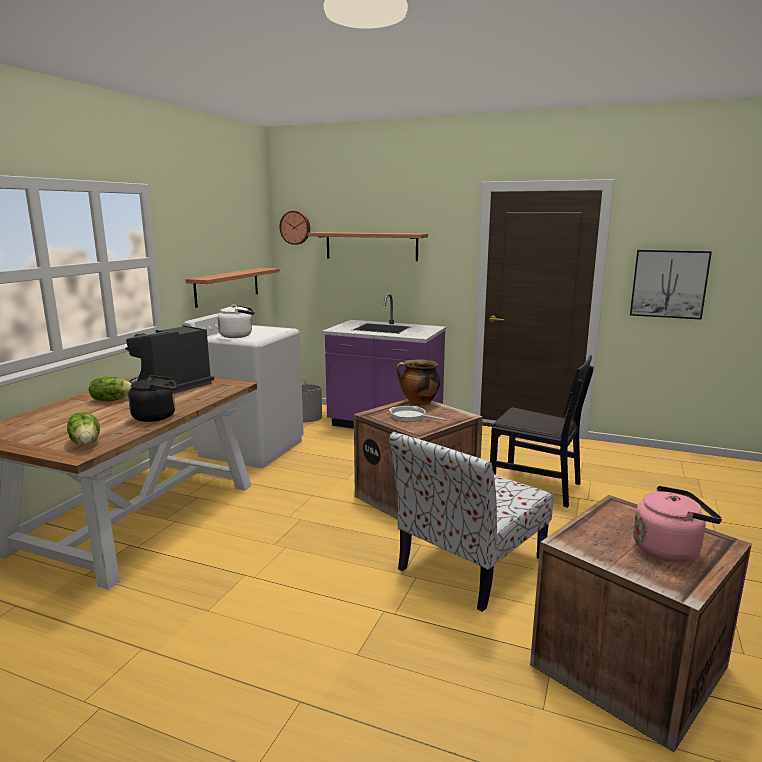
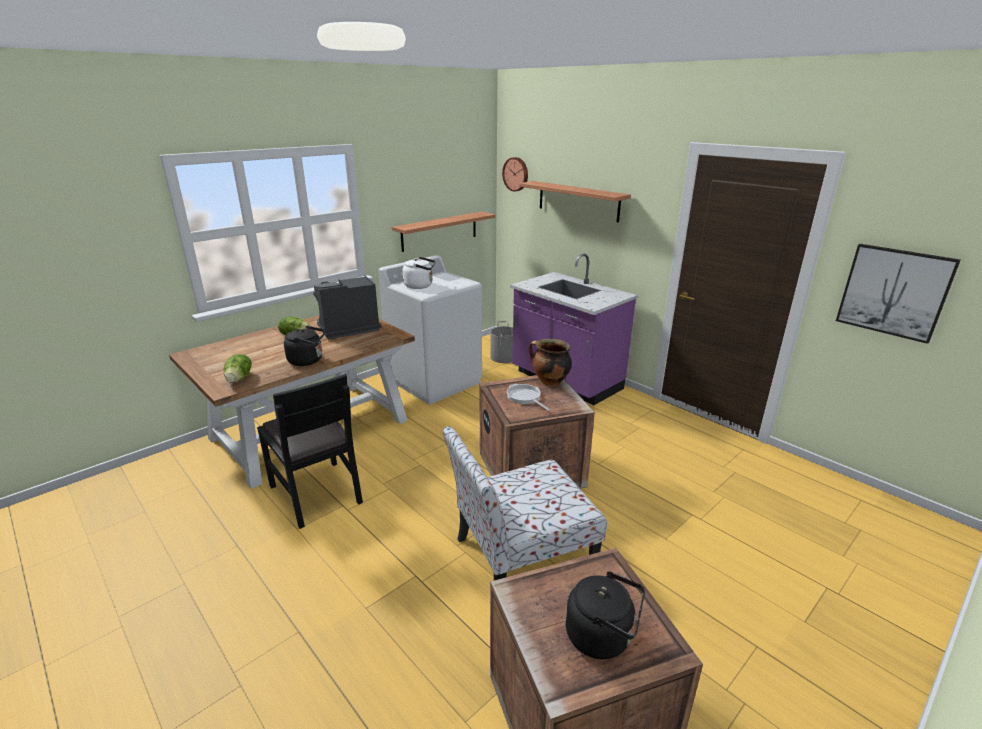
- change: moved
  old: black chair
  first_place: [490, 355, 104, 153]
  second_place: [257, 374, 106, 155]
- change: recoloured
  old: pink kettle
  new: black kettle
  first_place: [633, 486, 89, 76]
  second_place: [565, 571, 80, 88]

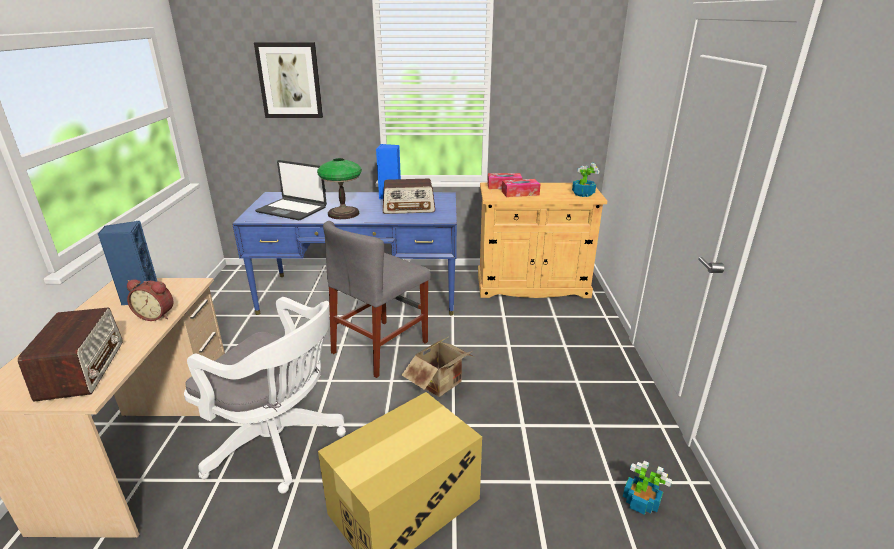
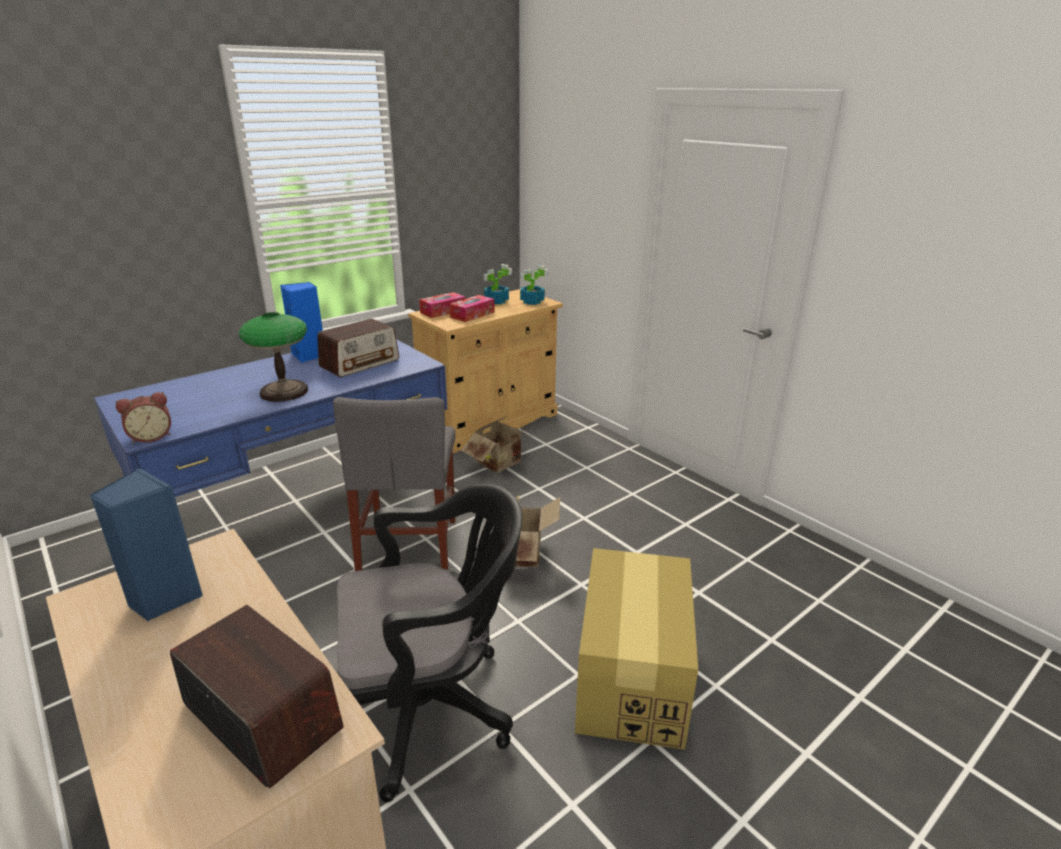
- change: moved
  old: alarm clock
  first_place: [127, 279, 47, 42]
  second_place: [116, 392, 55, 51]
- change: recoloured
  old: white office chair
  new: black office chair
  first_place: [184, 297, 162, 197]
  second_place: [337, 484, 185, 319]
- change: added
  new: cardboard box
  second_place: [461, 416, 71, 57]
- change: moved
  old: potted plant
  first_place: [623, 461, 49, 54]
  second_place: [484, 264, 28, 40]
- change: removed
  old: picture
  first_place: [254, 42, 69, 76]
- change: removed
  old: laptop
  first_place: [255, 160, 72, 60]

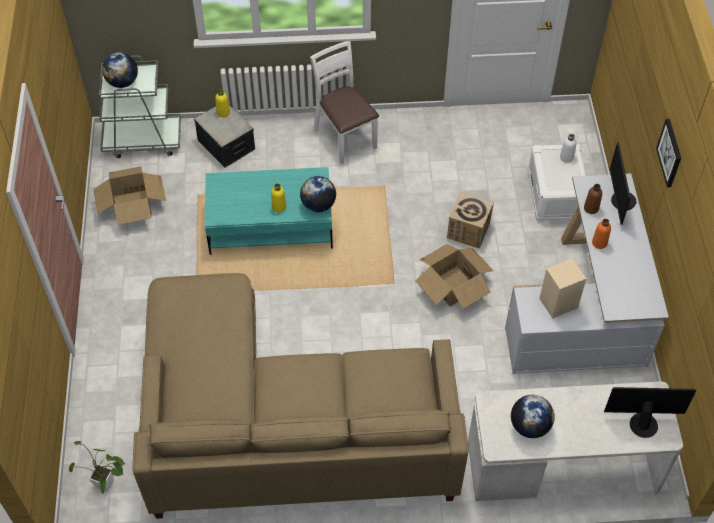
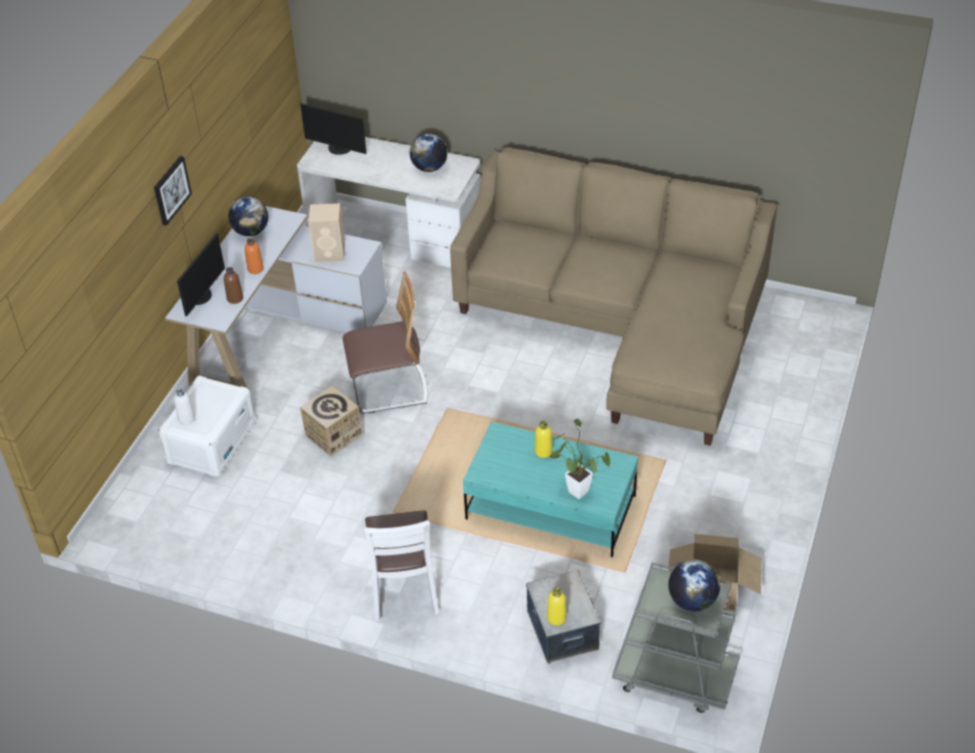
- change: moved
  old: globe
  first_place: [300, 176, 36, 36]
  second_place: [228, 197, 40, 39]
- change: replaced
  old: cardboard box
  new: chair
  first_place: [416, 244, 78, 65]
  second_place: [343, 271, 84, 142]
- change: moved
  old: potted plant
  first_place: [69, 441, 56, 53]
  second_place: [549, 418, 61, 81]

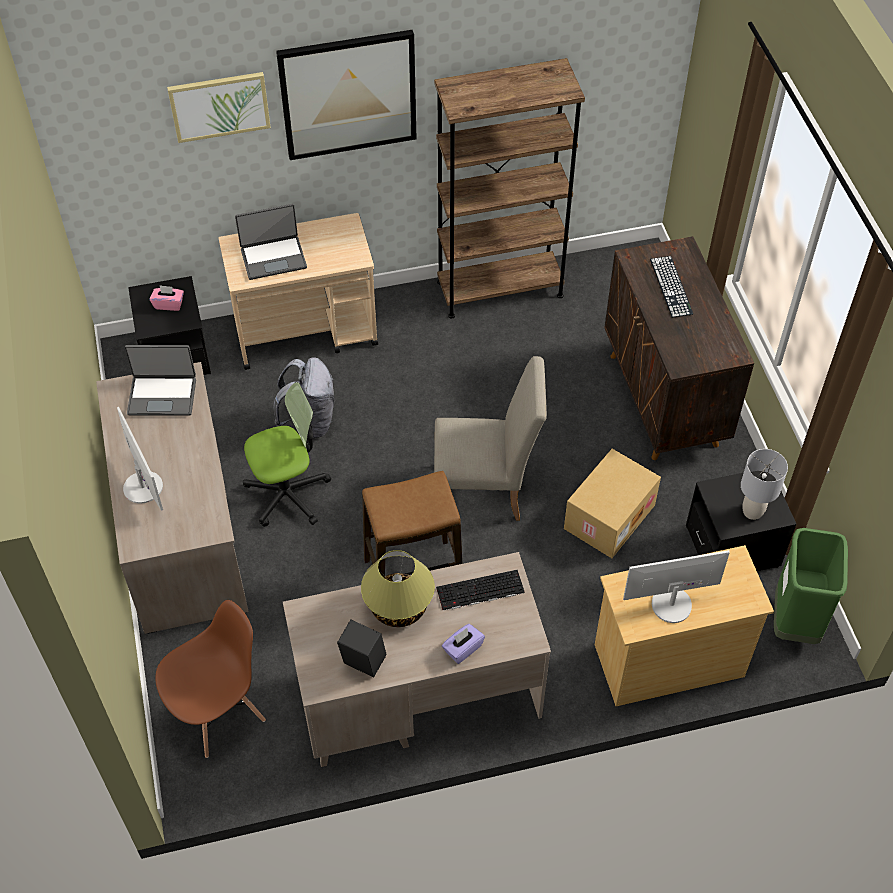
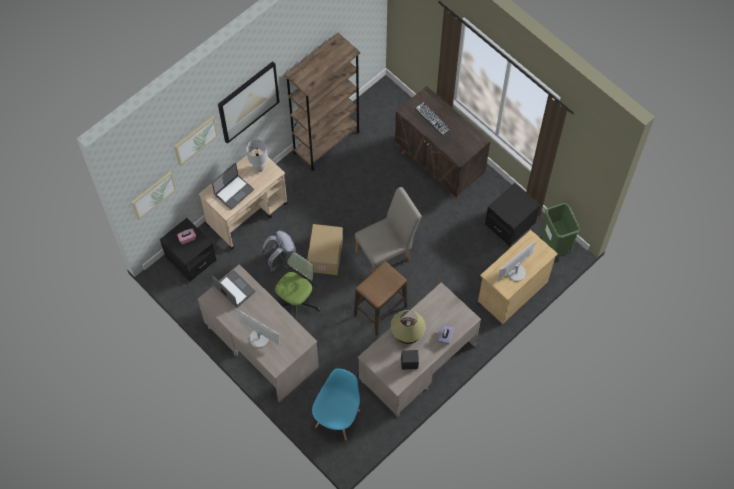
- change: added
  new: picture
  second_place: [131, 171, 45, 49]
- change: turned
  old: laptop
  first_place: [125, 345, 71, 71]
  second_place: [212, 270, 43, 37]
  degrees: -105
- change: moved
  old: grey table lamp
  first_place: [741, 449, 47, 71]
  second_place: [246, 139, 21, 33]
- change: moved
  old: cardboard box
  first_place: [564, 449, 97, 109]
  second_place: [307, 224, 36, 51]
- change: recoloured
  old: brown chair
  new: blue chair
  first_place: [156, 600, 110, 158]
  second_place: [312, 368, 48, 72]
- change: removed
  old: keyboard
  first_place: [436, 570, 89, 40]

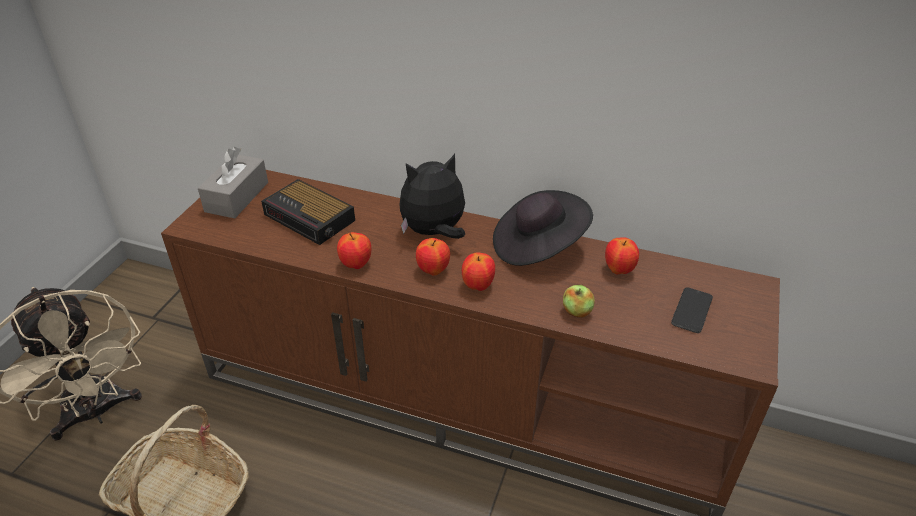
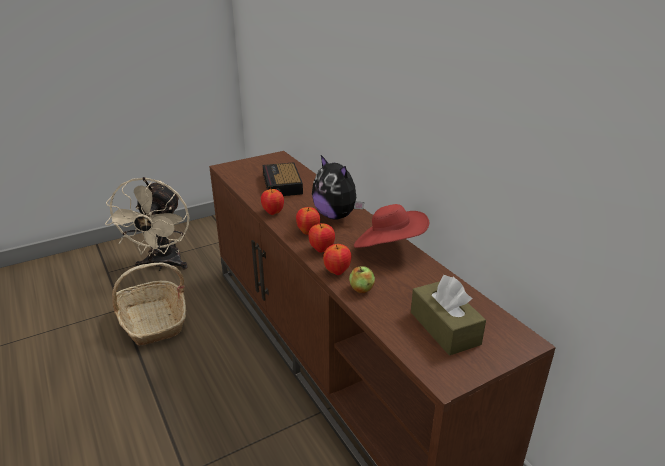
- change: turned
  old: plush toy
  first_place: [399, 154, 66, 85]
  second_place: [312, 155, 52, 65]
  degrees: -150
- change: moved
  old: apple
  first_place: [605, 237, 34, 37]
  second_place: [323, 244, 28, 31]
- change: recoloured
  old: black hat
  new: red hat
  first_place: [493, 190, 100, 76]
  second_place: [354, 204, 75, 44]
- change: replaced
  old: phone
  new: brown tissue box
  first_place: [671, 287, 42, 46]
  second_place: [411, 275, 75, 81]
- change: removed
  old: grey tissue box
  first_place: [198, 147, 70, 71]

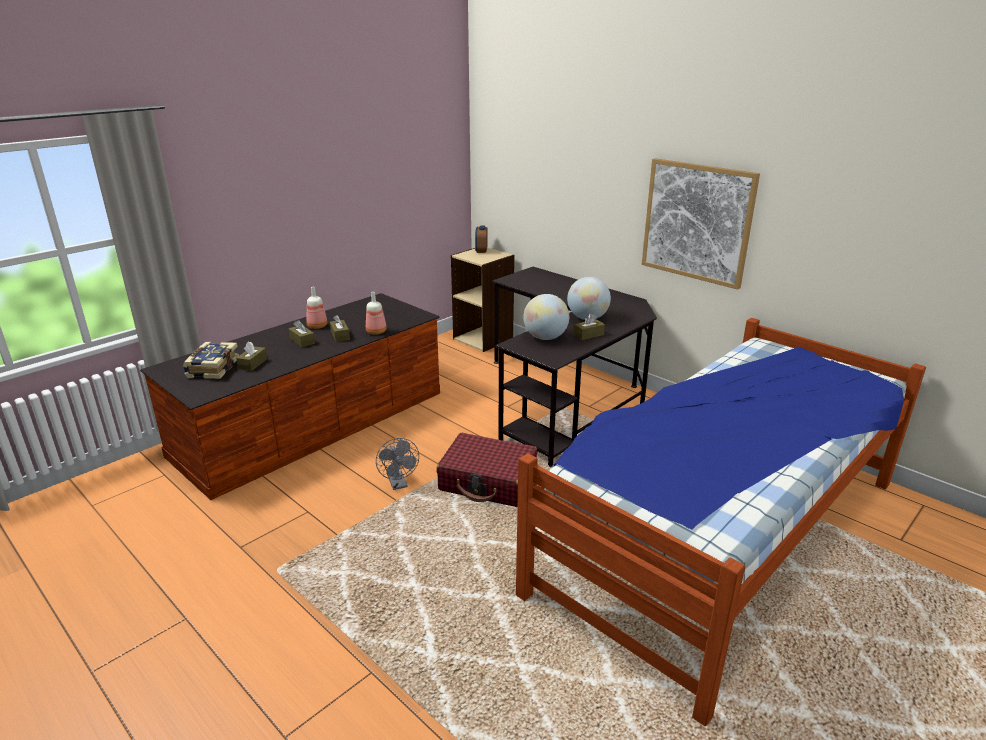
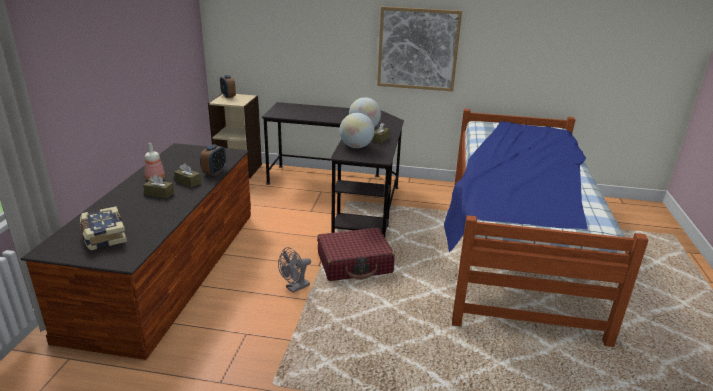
- change: replaced
  old: bottle
  new: alarm clock
  first_place: [366, 292, 21, 43]
  second_place: [200, 144, 26, 32]
- change: turned
  old: grey fan
  first_place: [376, 438, 43, 52]
  second_place: [278, 247, 33, 46]
  degrees: 105
- change: removed
  old: brown tissue box
  first_place: [236, 341, 31, 30]

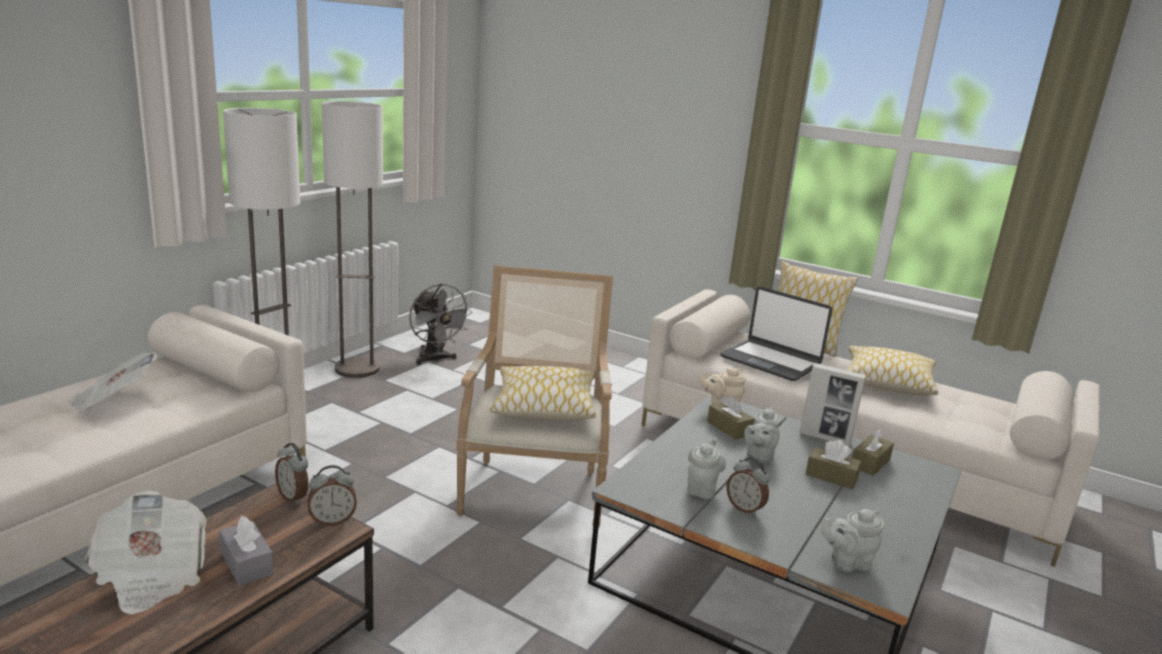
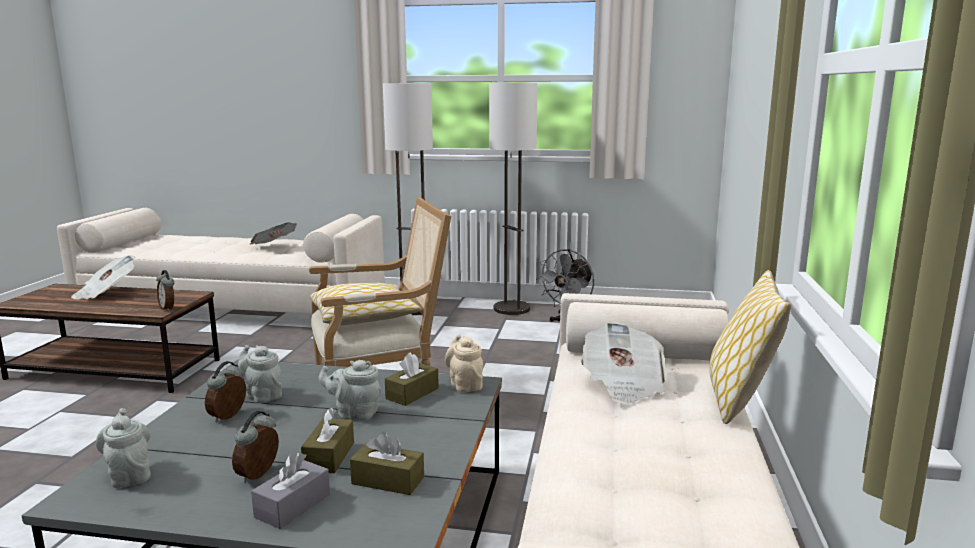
- change: moved
  old: alarm clock
  first_place: [275, 443, 33, 62]
  second_place: [232, 411, 47, 72]
- change: turned
  old: grey teapot
  first_place: [687, 438, 39, 61]
  second_place: [238, 345, 44, 58]
  degrees: -135
- change: moved
  old: grey tissue box
  first_place: [219, 516, 54, 70]
  second_place: [251, 452, 79, 77]
- change: replaced
  old: laptop
  new: newspaper
  first_place: [720, 286, 112, 95]
  second_place: [581, 322, 85, 82]
- change: removed
  old: picture frame
  first_place: [800, 363, 66, 83]
- change: removed
  old: pillow
  first_place: [847, 346, 92, 50]

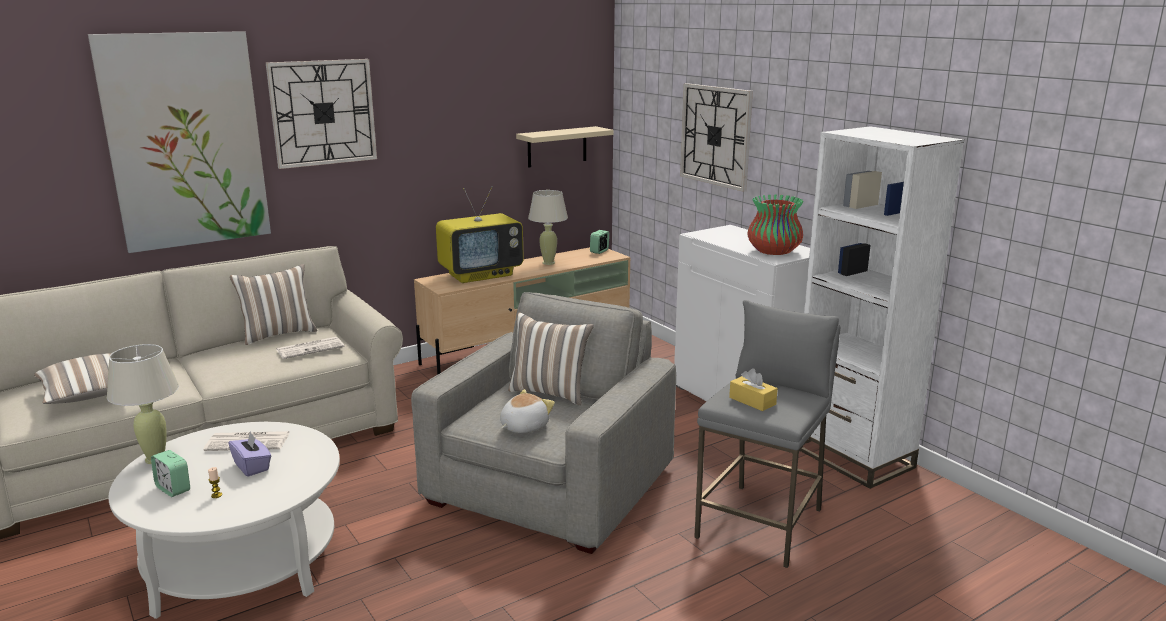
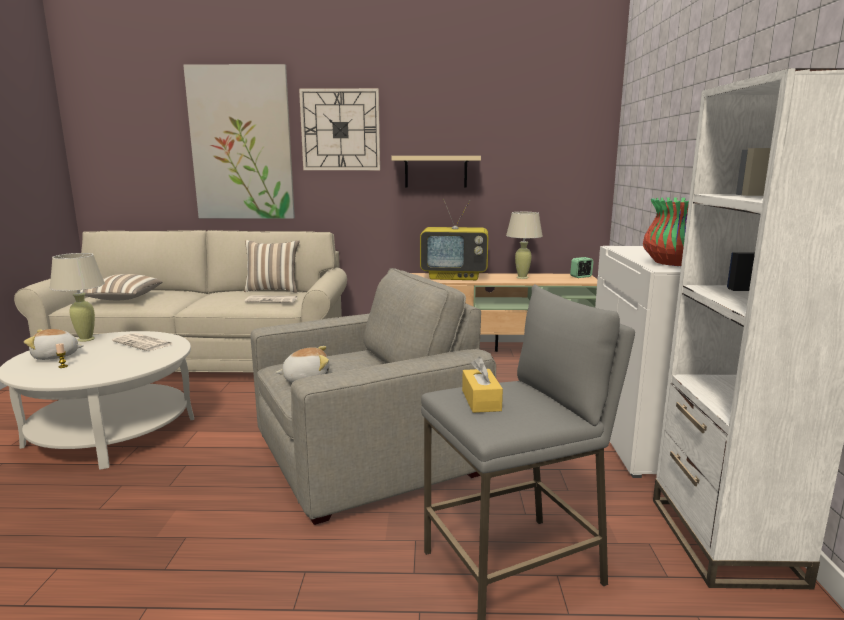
- change: replaced
  old: alarm clock
  new: plush toy
  first_place: [151, 450, 39, 47]
  second_place: [24, 329, 60, 31]
- change: moved
  old: beige shelf
  first_place: [516, 126, 98, 42]
  second_place: [391, 156, 90, 32]
- change: removed
  old: purple tissue box
  first_place: [228, 432, 43, 45]
- change: removed
  old: pillow
  first_place: [508, 312, 86, 93]
- change: removed
  old: wall clock
  first_place: [680, 83, 73, 109]

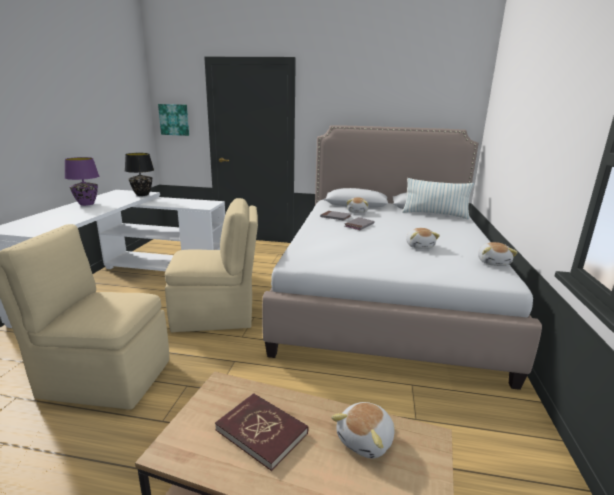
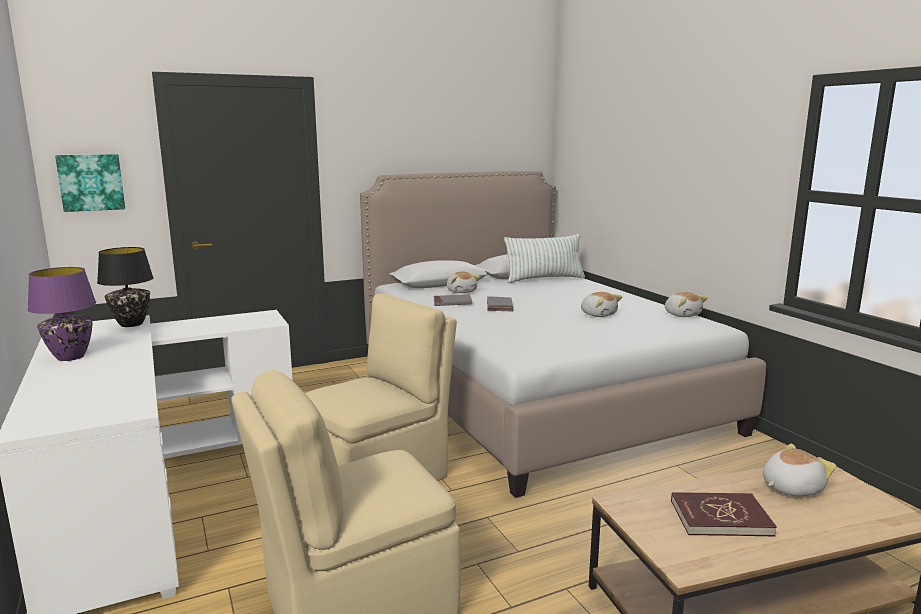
- change: turned
  old: plush toy
  first_place: [331, 402, 64, 57]
  second_place: [763, 444, 74, 52]
  degrees: -120

